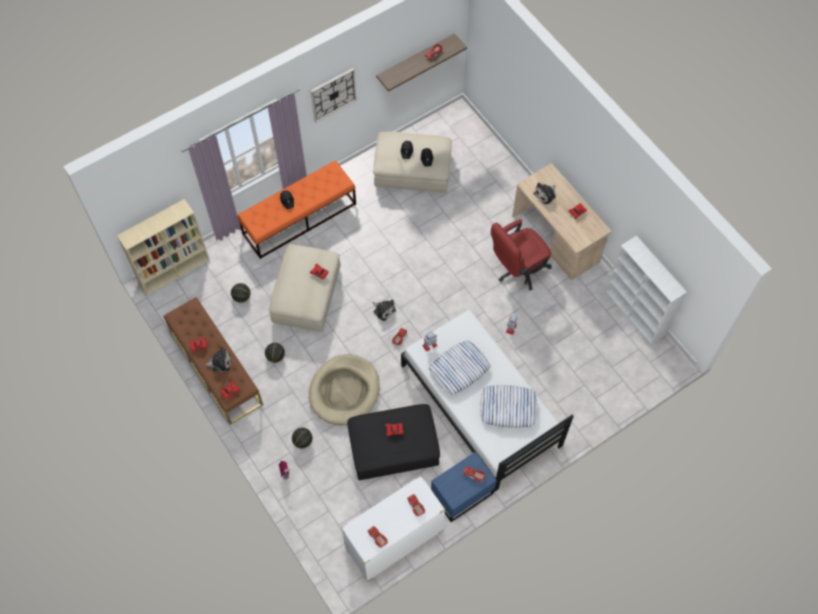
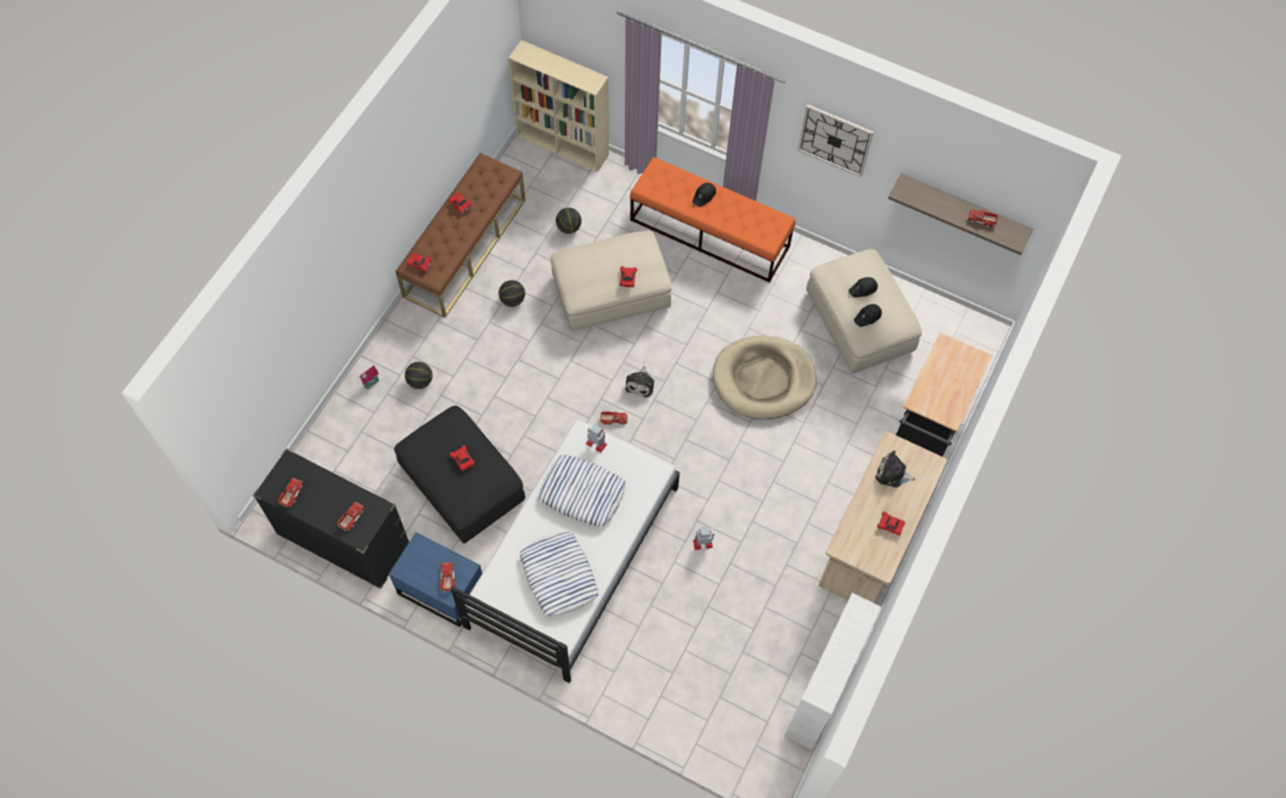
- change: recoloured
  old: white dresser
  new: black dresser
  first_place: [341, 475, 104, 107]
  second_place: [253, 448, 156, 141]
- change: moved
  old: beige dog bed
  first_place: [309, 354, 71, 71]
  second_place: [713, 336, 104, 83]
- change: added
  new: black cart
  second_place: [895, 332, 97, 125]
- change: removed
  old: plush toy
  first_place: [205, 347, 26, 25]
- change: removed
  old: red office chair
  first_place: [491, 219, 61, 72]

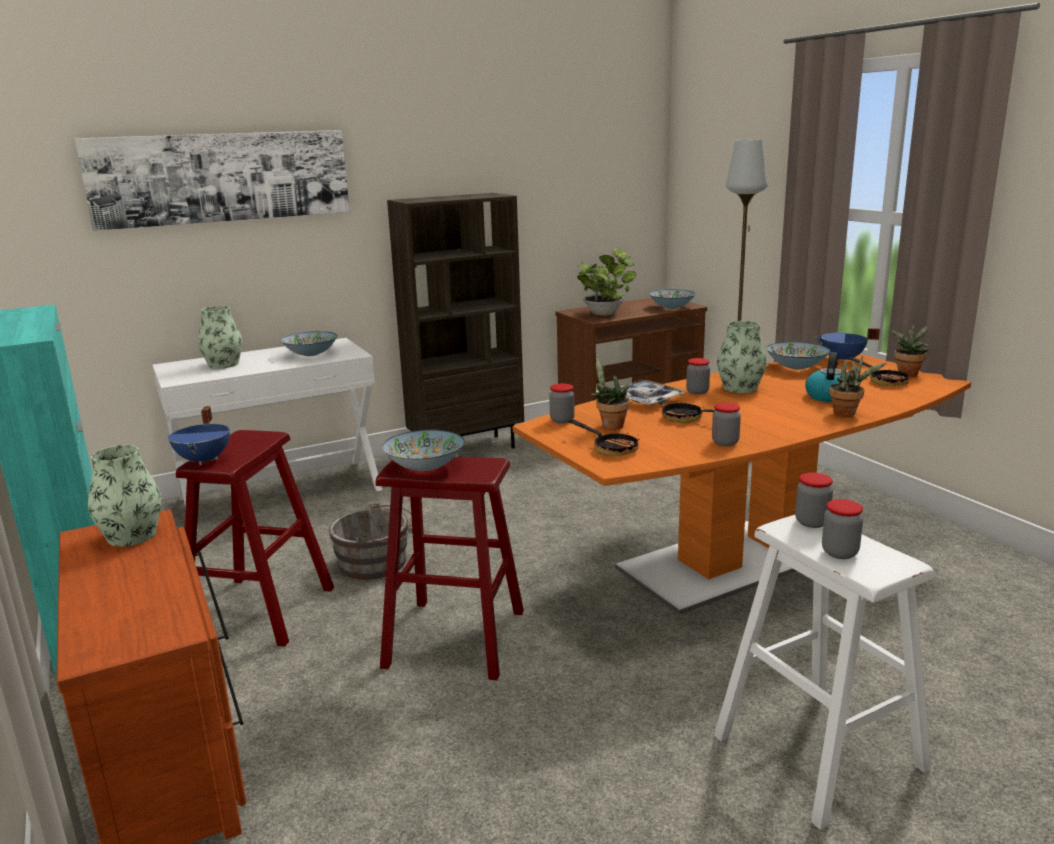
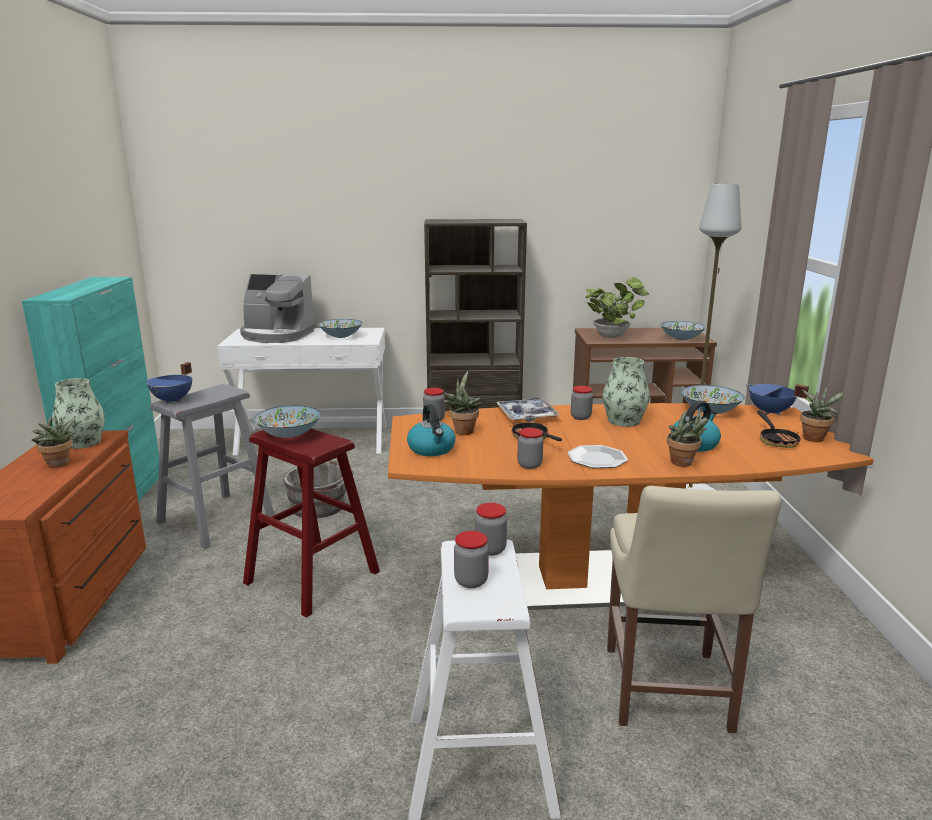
- change: added
  new: potted plant
  second_place: [31, 413, 46, 55]
- change: recoloured
  old: red stool
  new: grey stool
  first_place: [176, 430, 158, 217]
  second_place: [150, 384, 125, 165]
- change: replaced
  old: vase
  new: coffee machine
  first_place: [198, 306, 44, 63]
  second_place: [240, 273, 76, 70]
- change: replaced
  old: frying pan
  new: kettle
  first_place: [569, 419, 71, 37]
  second_place: [407, 404, 49, 52]
- change: added
  new: plate
  second_place: [568, 445, 60, 23]
- change: added
  new: beige chair
  second_place: [607, 486, 174, 247]
- change: removed
  old: picture
  first_place: [75, 130, 275, 101]

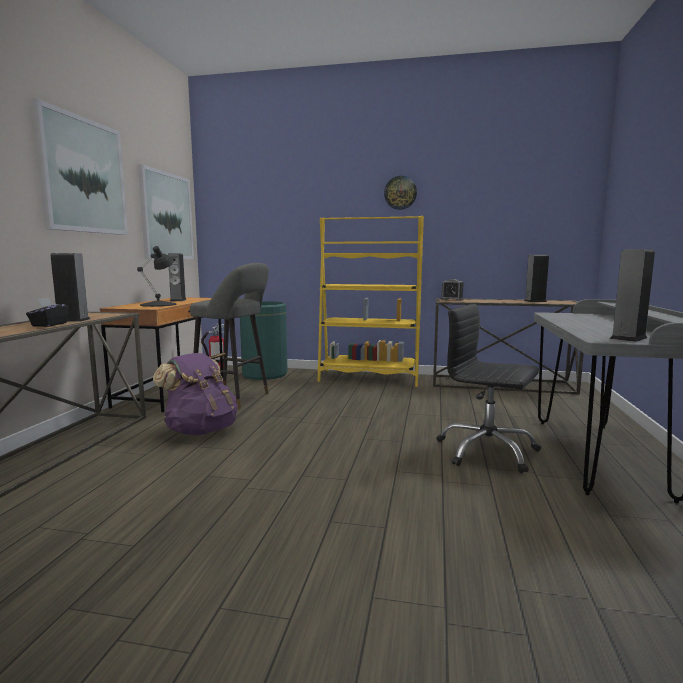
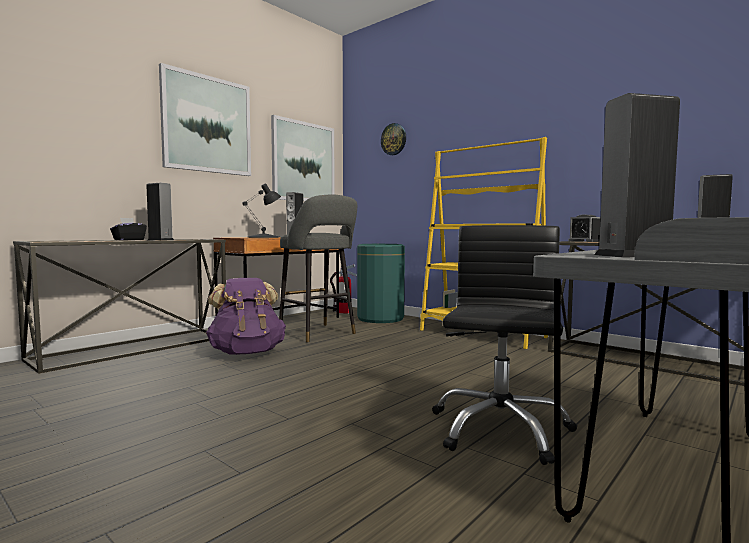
- change: moved
  old: wall clock
  first_place: [384, 176, 33, 34]
  second_place: [381, 123, 25, 32]
- change: turned
  old: black office chair
  first_place: [436, 304, 105, 169]
  second_place: [432, 225, 145, 240]
  degrees: 45

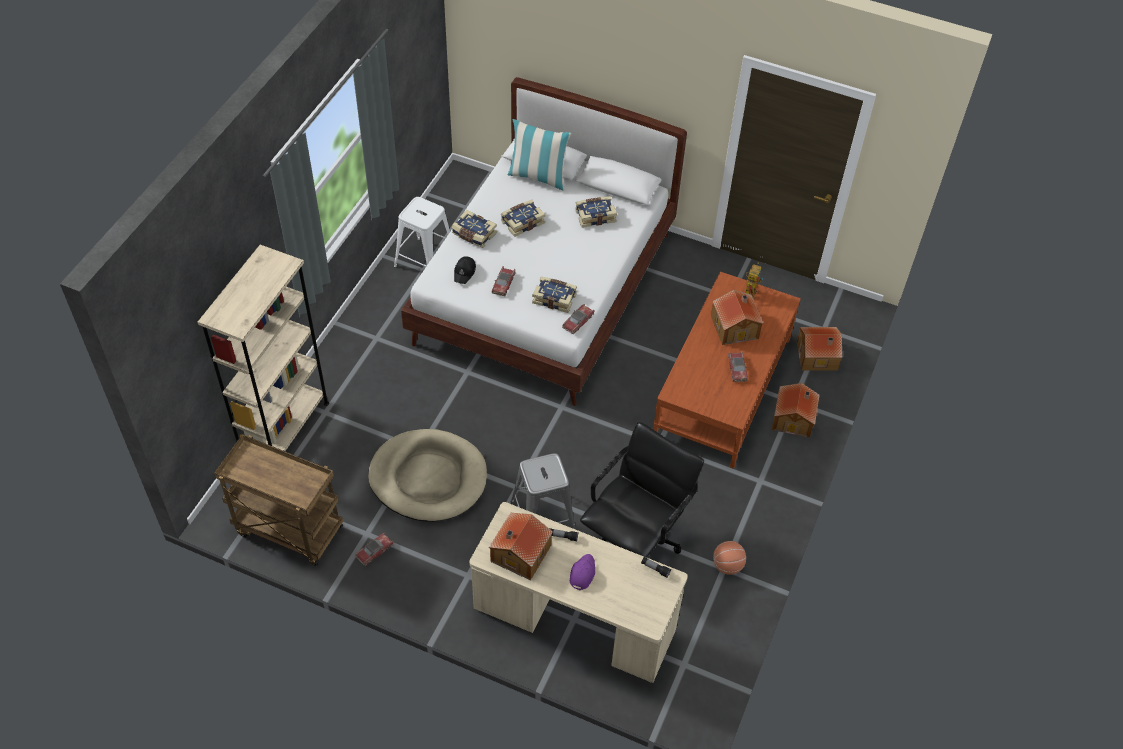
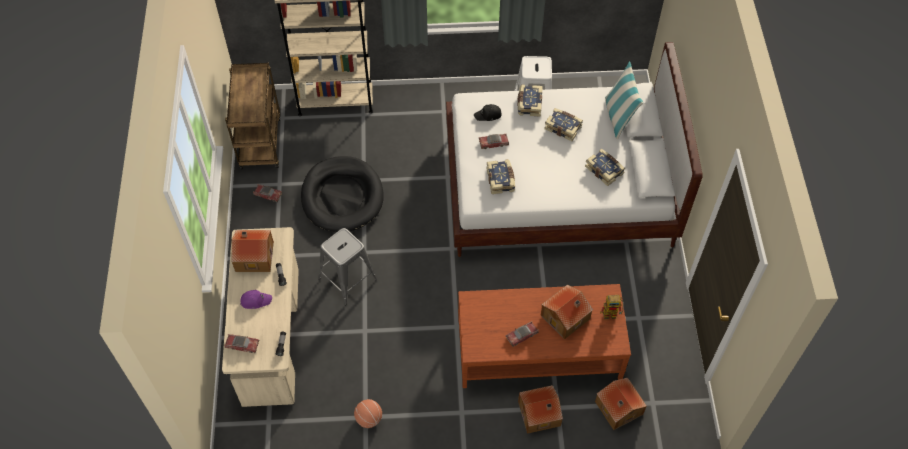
- change: moved
  old: toy car
  first_place: [562, 304, 33, 30]
  second_place: [224, 334, 35, 19]
- change: recoloured
  old: beige dog bed
  new: black dog bed
  first_place: [368, 429, 119, 93]
  second_place: [301, 156, 83, 76]
- change: removed
  old: black office chair
  first_place: [580, 422, 124, 136]

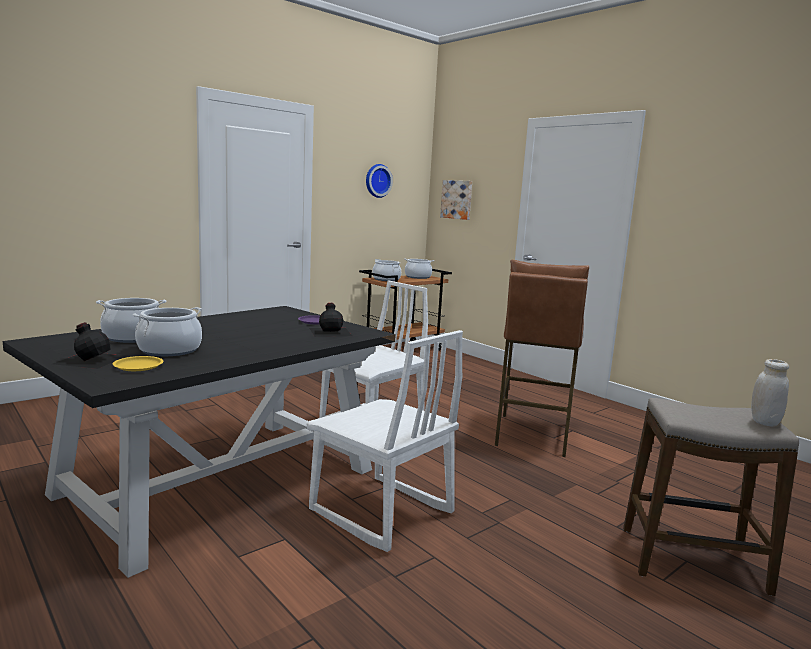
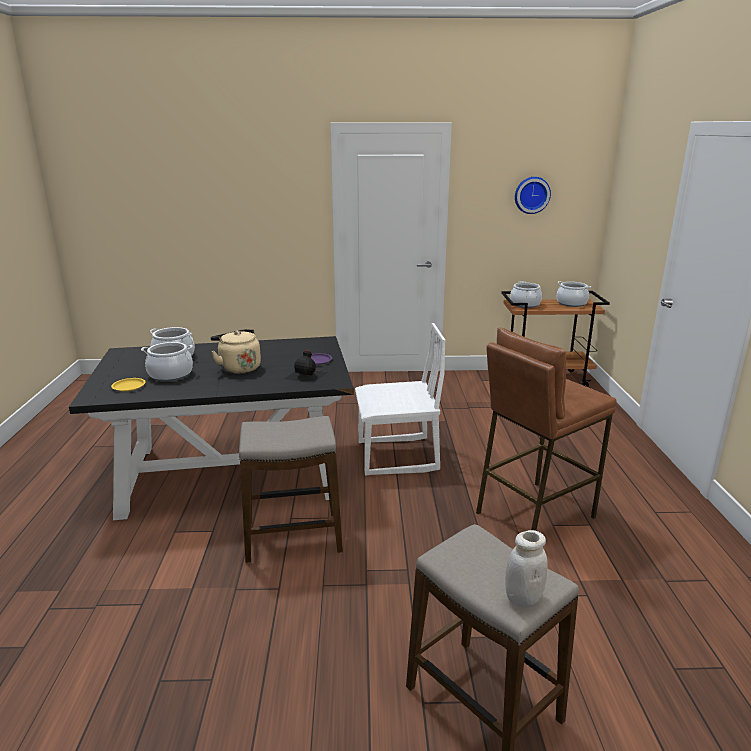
- change: added
  new: beige kettle
  second_place: [211, 329, 50, 45]
- change: replaced
  old: white chair
  new: stool
  first_place: [307, 330, 156, 222]
  second_place: [239, 416, 104, 147]
- change: removed
  old: black bottle
  first_place: [53, 322, 74, 47]
- change: removed
  old: picture
  first_place: [440, 180, 32, 40]

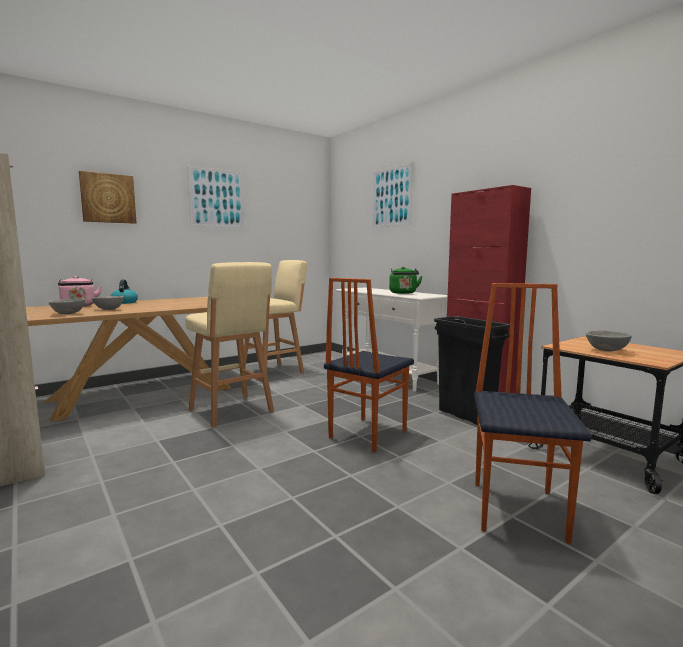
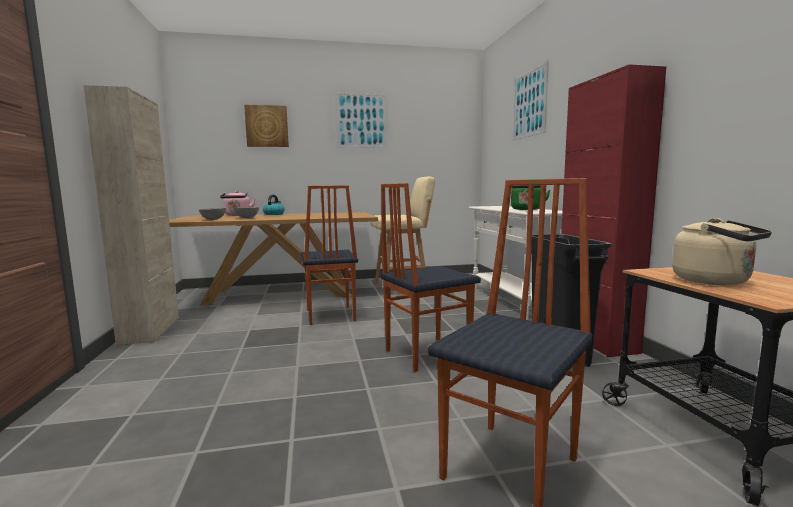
- change: replaced
  old: beige stool
  new: chair
  first_place: [185, 262, 89, 166]
  second_place: [301, 185, 57, 140]
- change: replaced
  old: grey bowl
  new: beige kettle
  first_place: [586, 330, 46, 22]
  second_place: [672, 218, 100, 67]

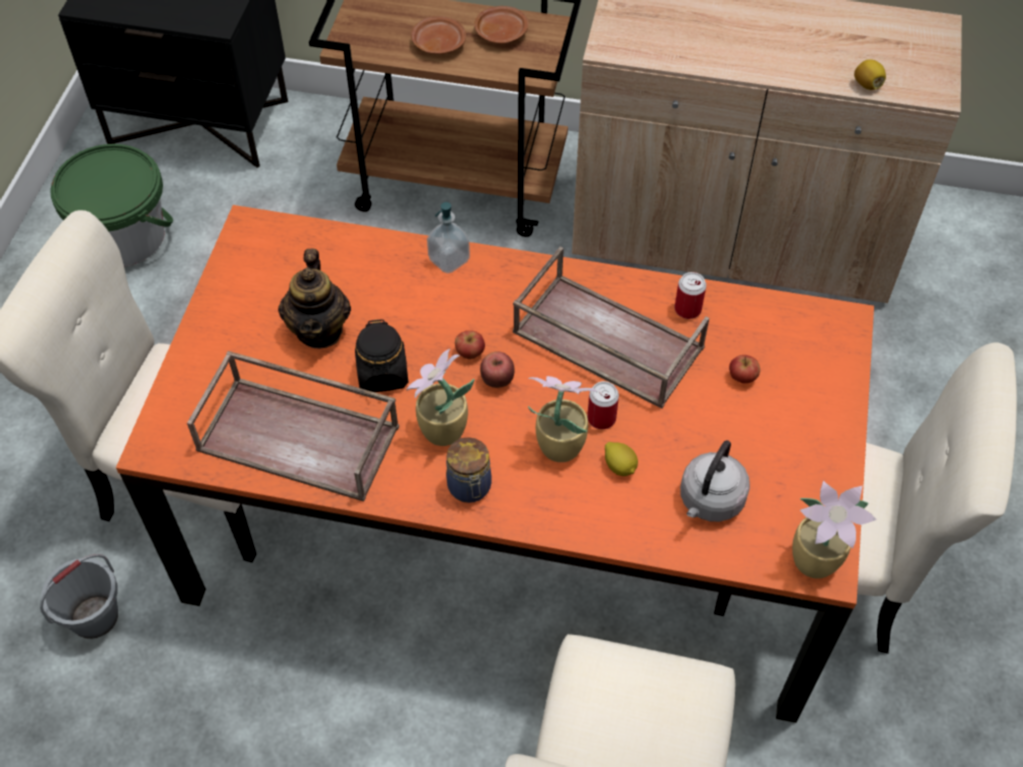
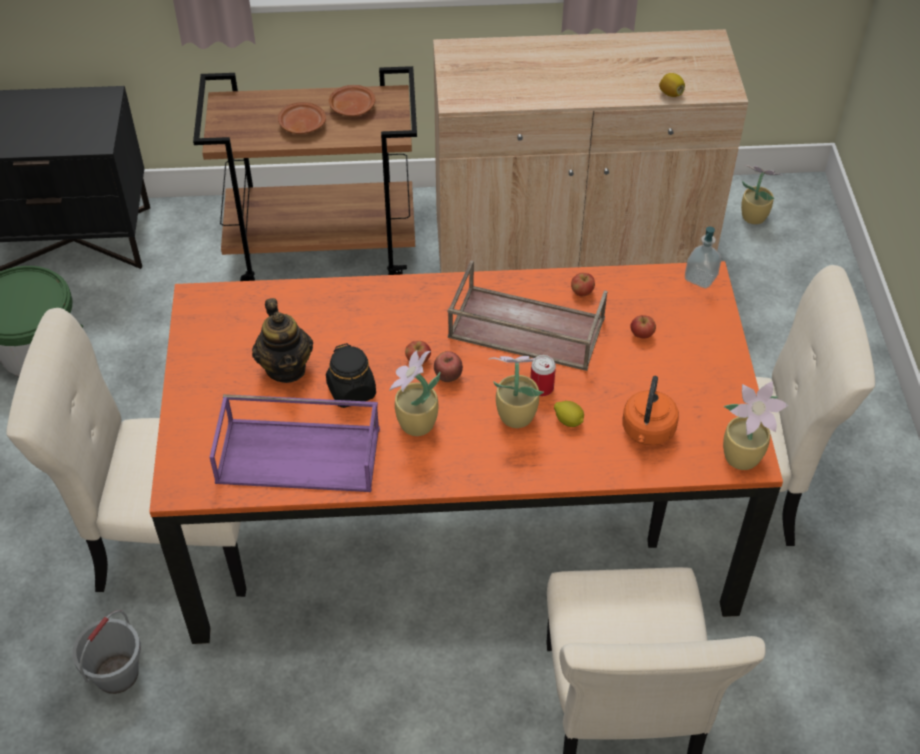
- change: recoloured
  old: brown tray
  new: purple tray
  first_place: [187, 351, 212, 151]
  second_place: [209, 394, 171, 98]
- change: replaced
  old: can
  new: apple
  first_place: [675, 272, 31, 47]
  second_place: [571, 273, 24, 23]
- change: recoloured
  old: grey kettle
  new: orange kettle
  first_place: [680, 440, 70, 82]
  second_place: [622, 376, 57, 70]
- change: moved
  old: soap dispenser
  first_place: [427, 202, 43, 71]
  second_place: [685, 227, 36, 61]
- change: added
  new: potted plant
  second_place: [741, 165, 42, 59]
- change: removed
  old: jar
  first_place: [446, 437, 46, 66]

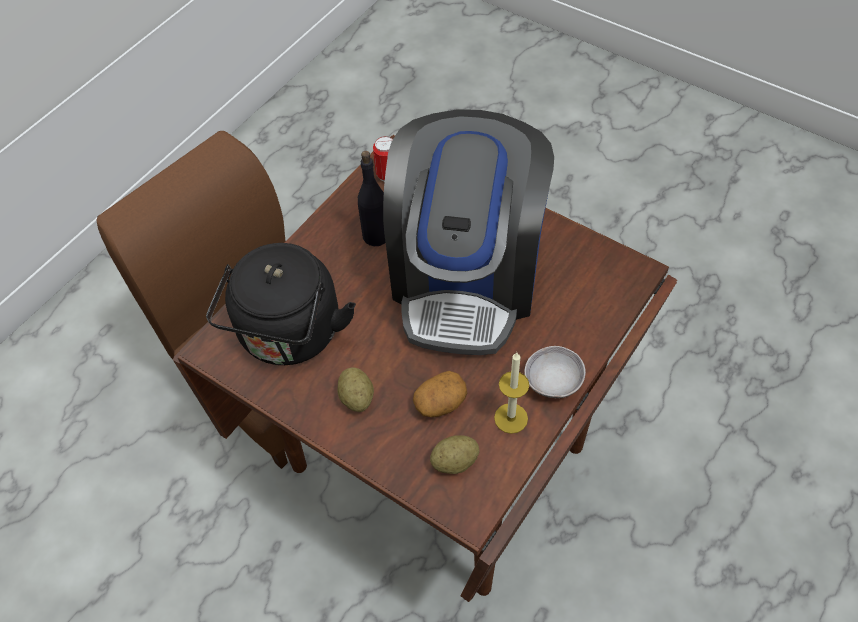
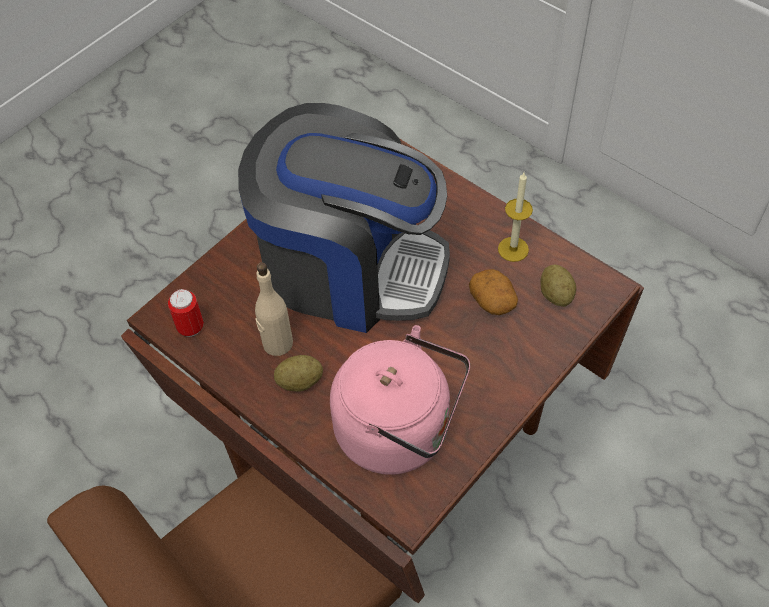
- change: recoloured
  old: black bottle
  new: beige bottle
  first_place: [358, 151, 28, 95]
  second_place: [255, 262, 38, 94]
- change: moved
  old: potato
  first_place: [337, 367, 37, 45]
  second_place: [274, 355, 49, 37]
- change: recoloured
  old: black kettle
  new: pink kettle
  first_place: [206, 243, 150, 122]
  second_place: [330, 325, 140, 150]
- change: removed
  old: grey bowl
  first_place: [524, 346, 62, 52]

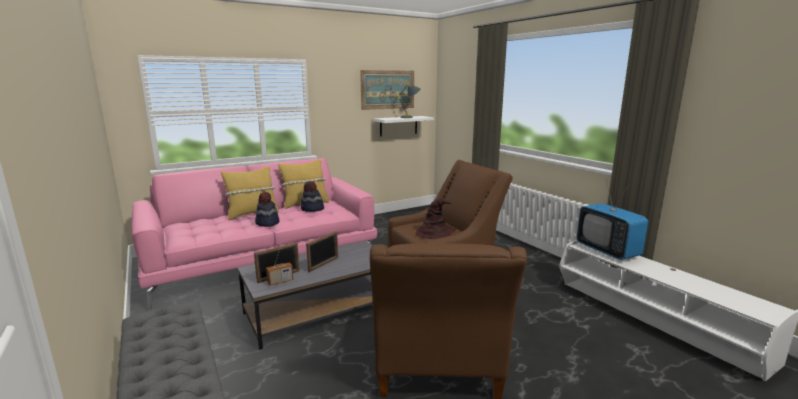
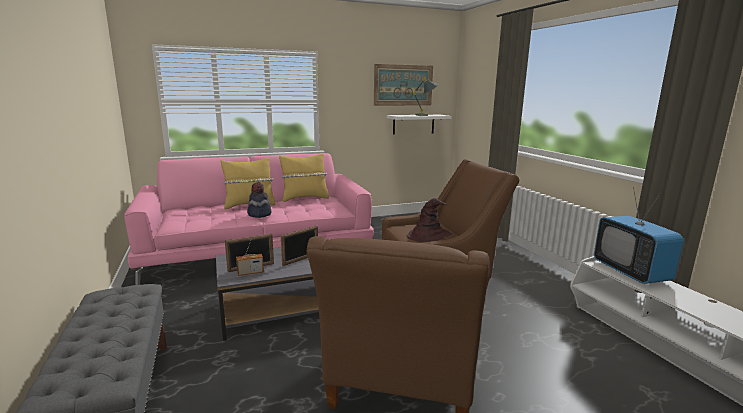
- change: removed
  old: hat
  first_place: [301, 181, 23, 31]

